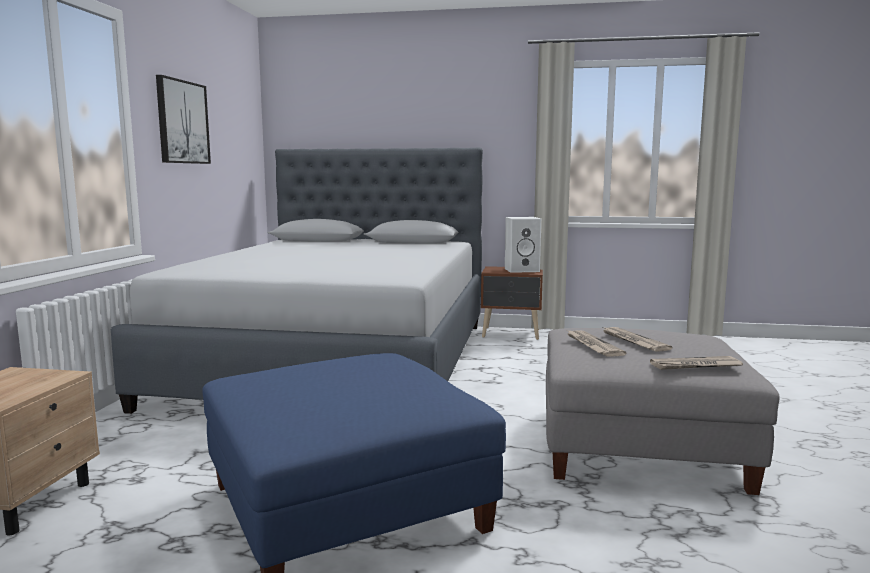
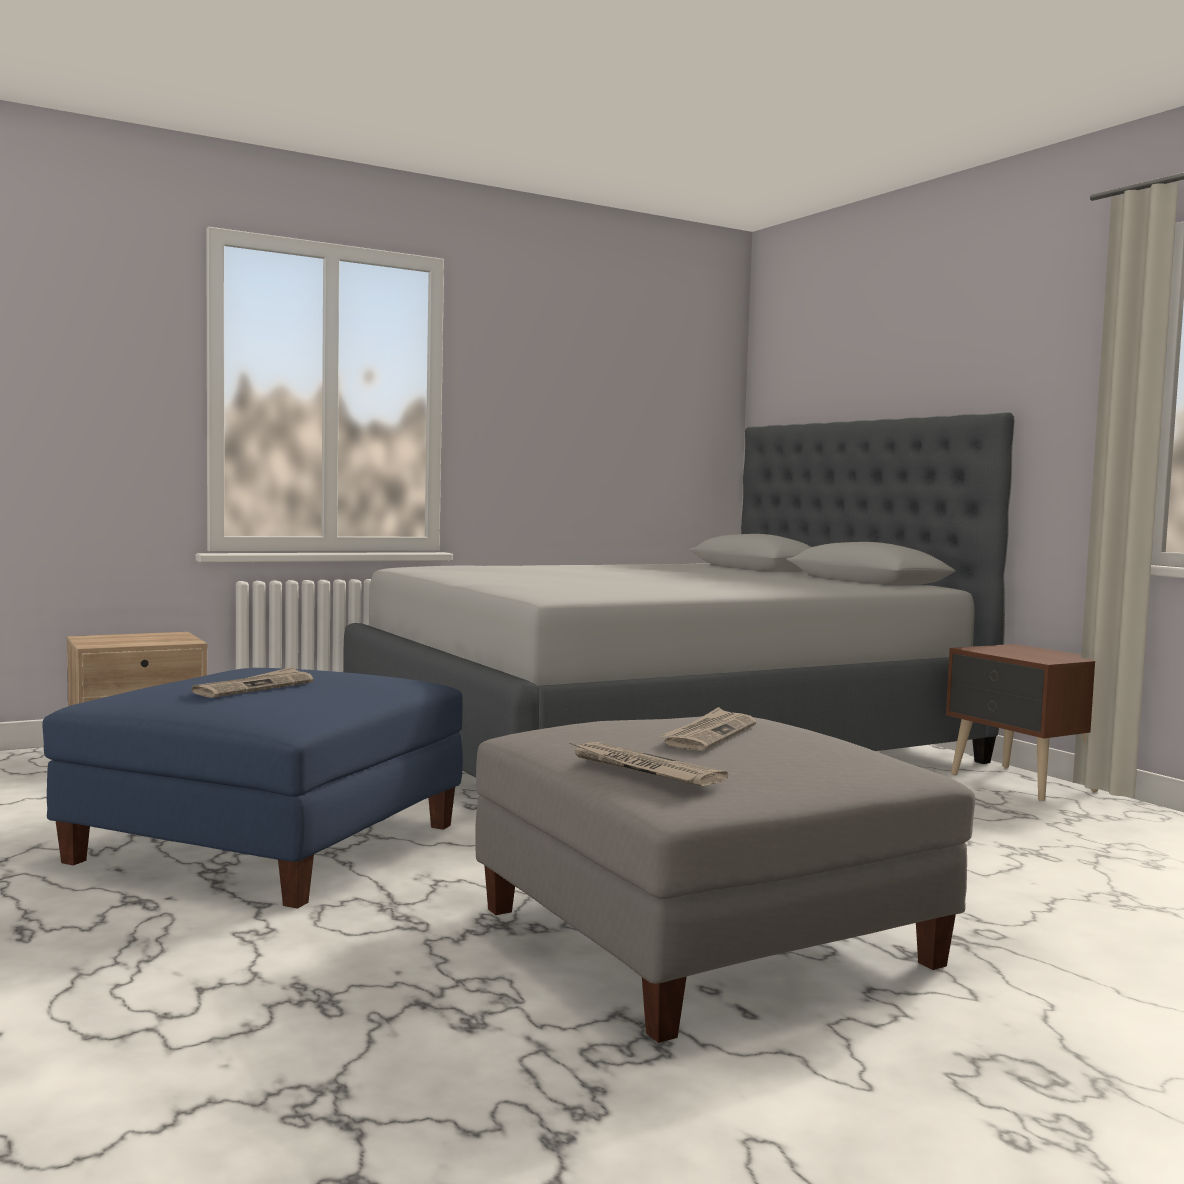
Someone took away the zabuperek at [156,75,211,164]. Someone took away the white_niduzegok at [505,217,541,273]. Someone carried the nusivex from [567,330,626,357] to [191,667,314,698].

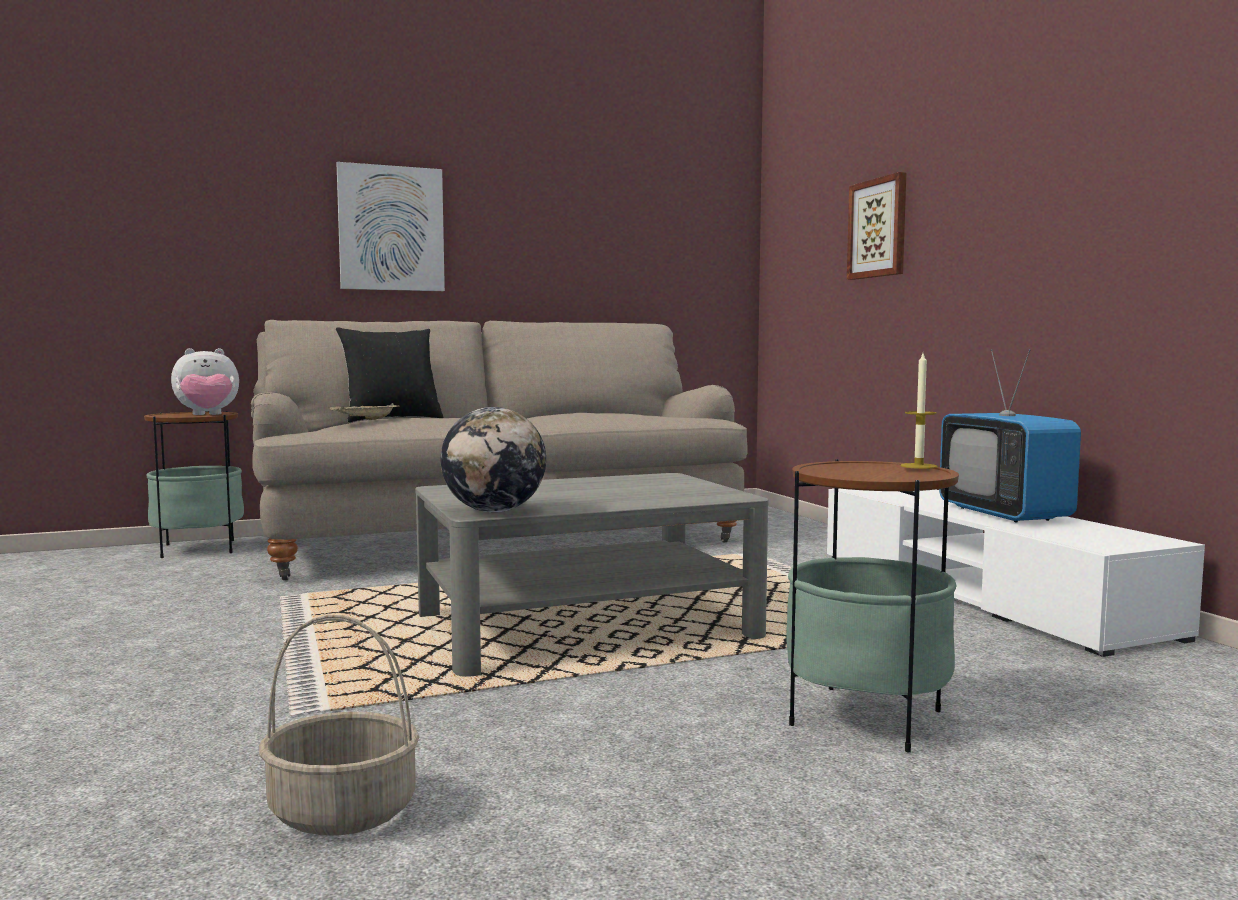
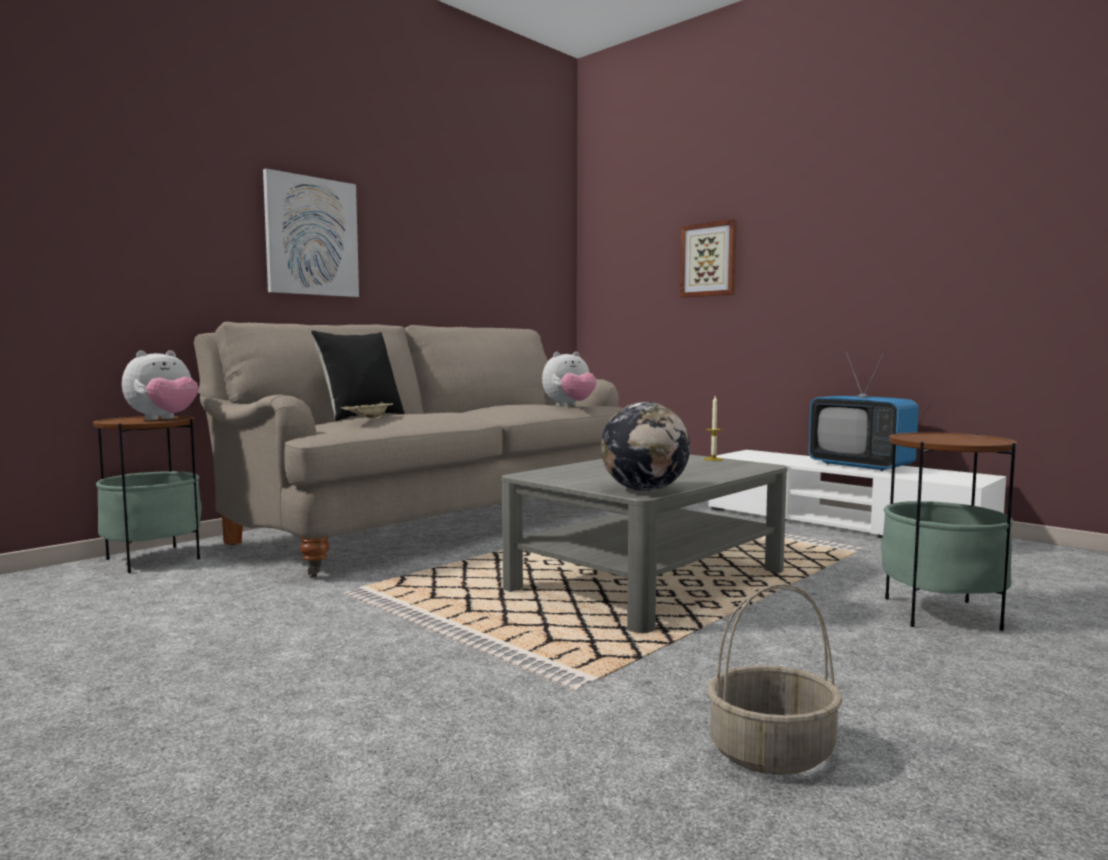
Someone carried the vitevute from [901,353,938,469] to [704,396,724,461]. Someone put down the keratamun at [542,352,597,406].

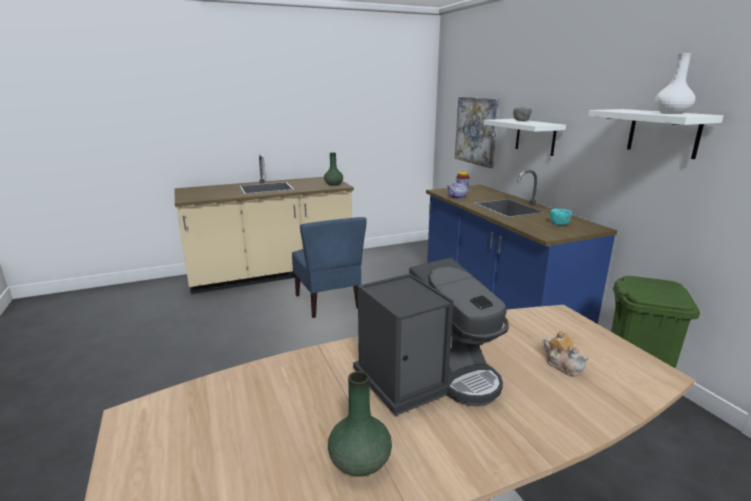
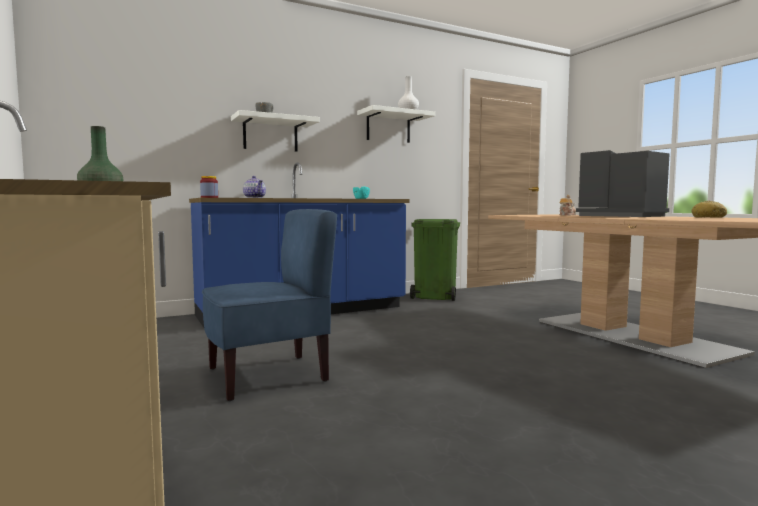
Someone took away the zabuperek at [455,97,499,168]. Someone swapped the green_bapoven at [328,371,392,477] for the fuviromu at [691,201,727,218].

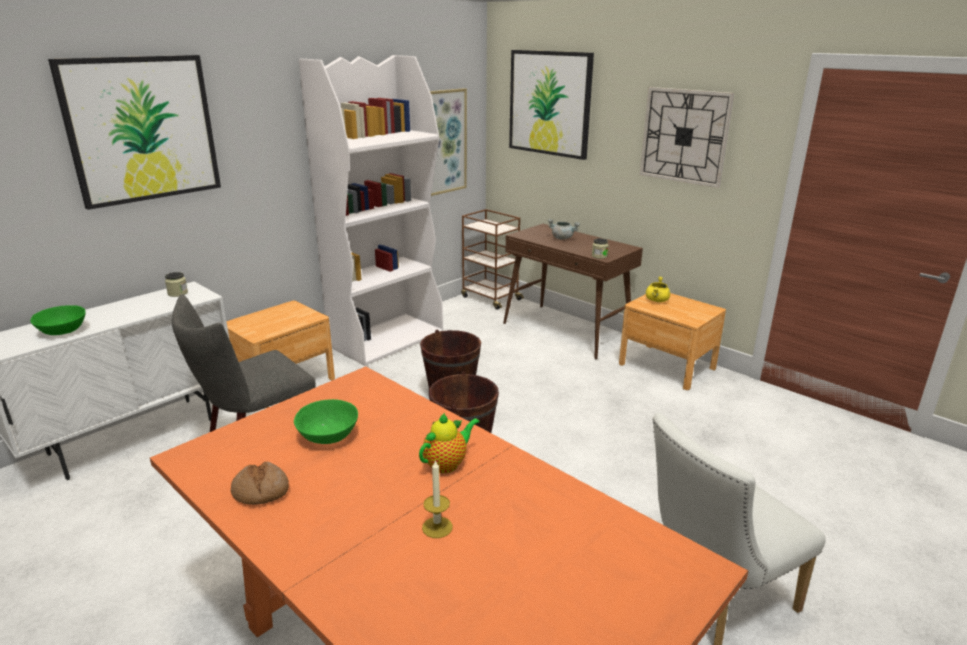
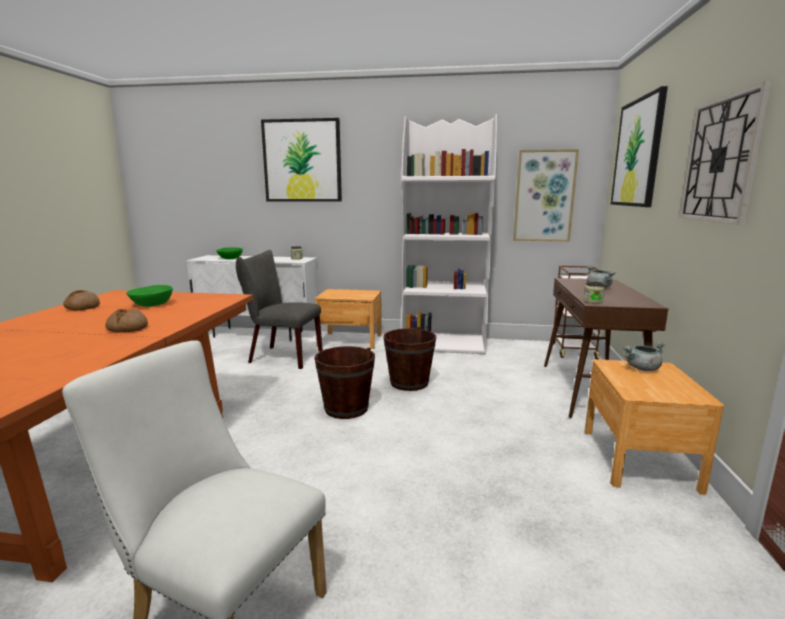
Someone repainted the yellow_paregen at [646,276,670,302], which became the grey_paregen at [623,342,665,371]. Someone swapped the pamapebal at [419,413,480,473] for the fuviromu at [105,309,148,332]. Someone took away the vitevute at [422,459,453,538].

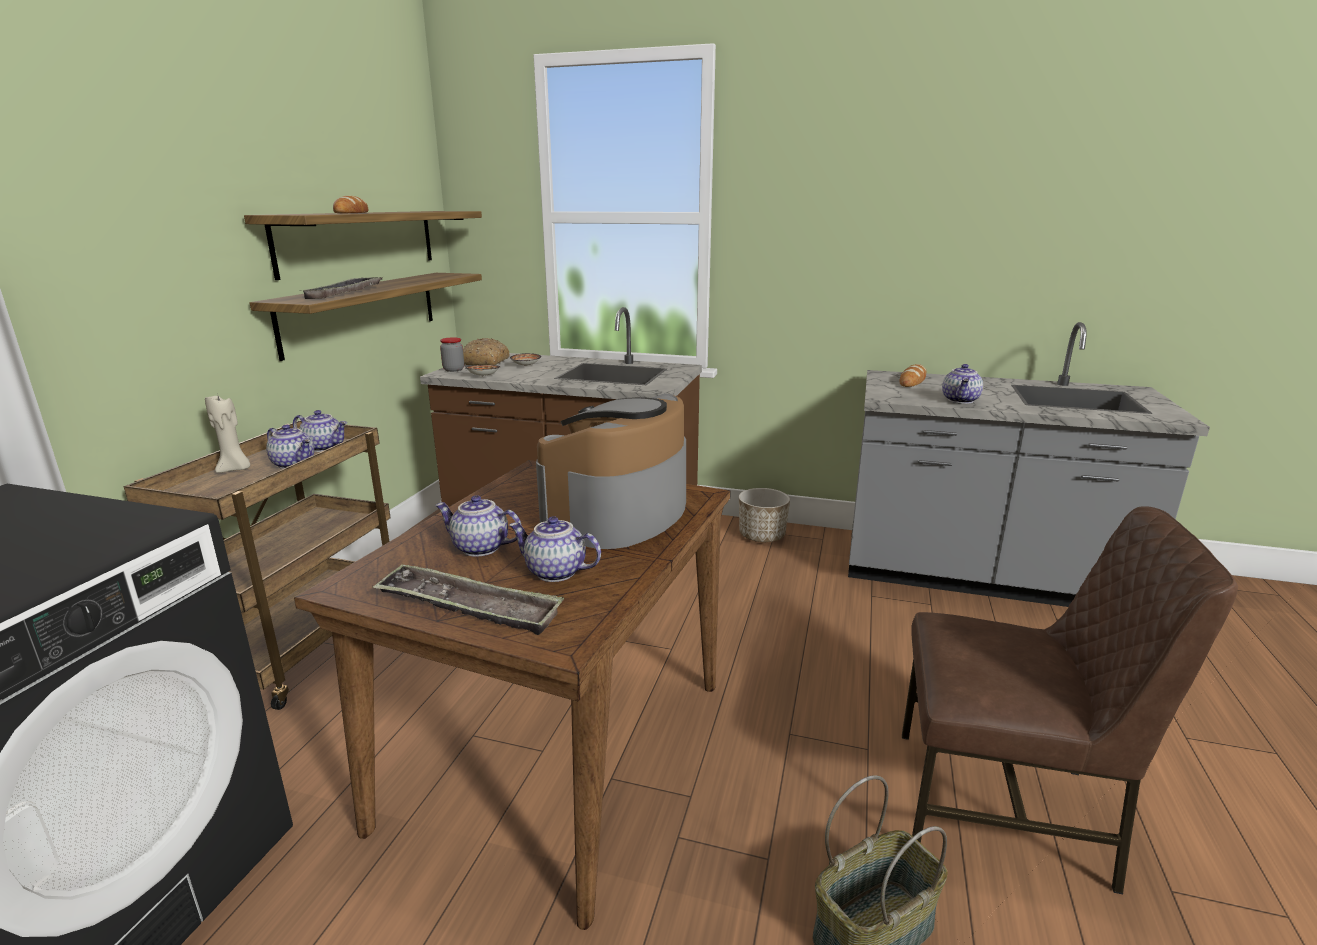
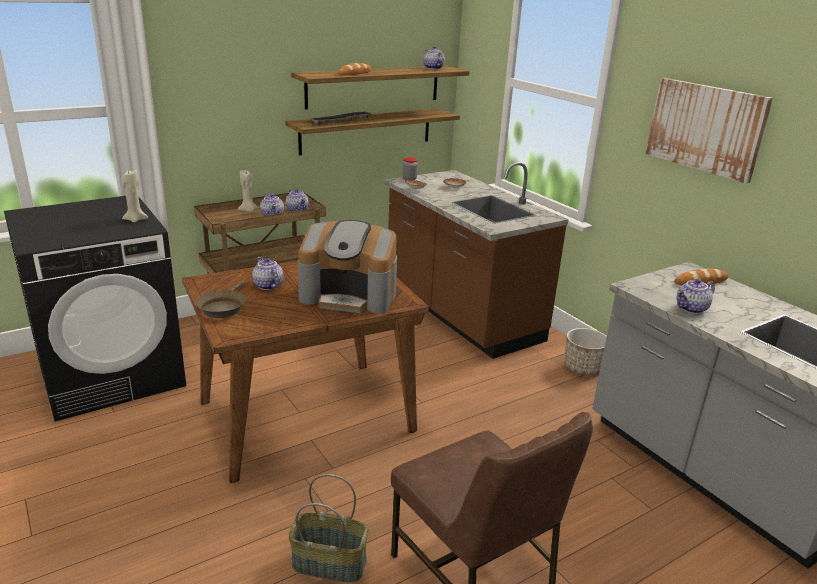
Someone took away the fuviromu at [463,338,510,365]. Someone rotated the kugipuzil at [536,393,686,549] by 150 degrees counterclockwise. Someone carried the pamapebal from [509,516,601,582] to [423,46,445,69]. Someone swapped the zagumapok at [372,563,564,635] for the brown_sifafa at [196,280,246,318]. Someone put up the zabuperek at [646,78,773,184]. Someone put down the beige_vitevute at [121,170,148,223].

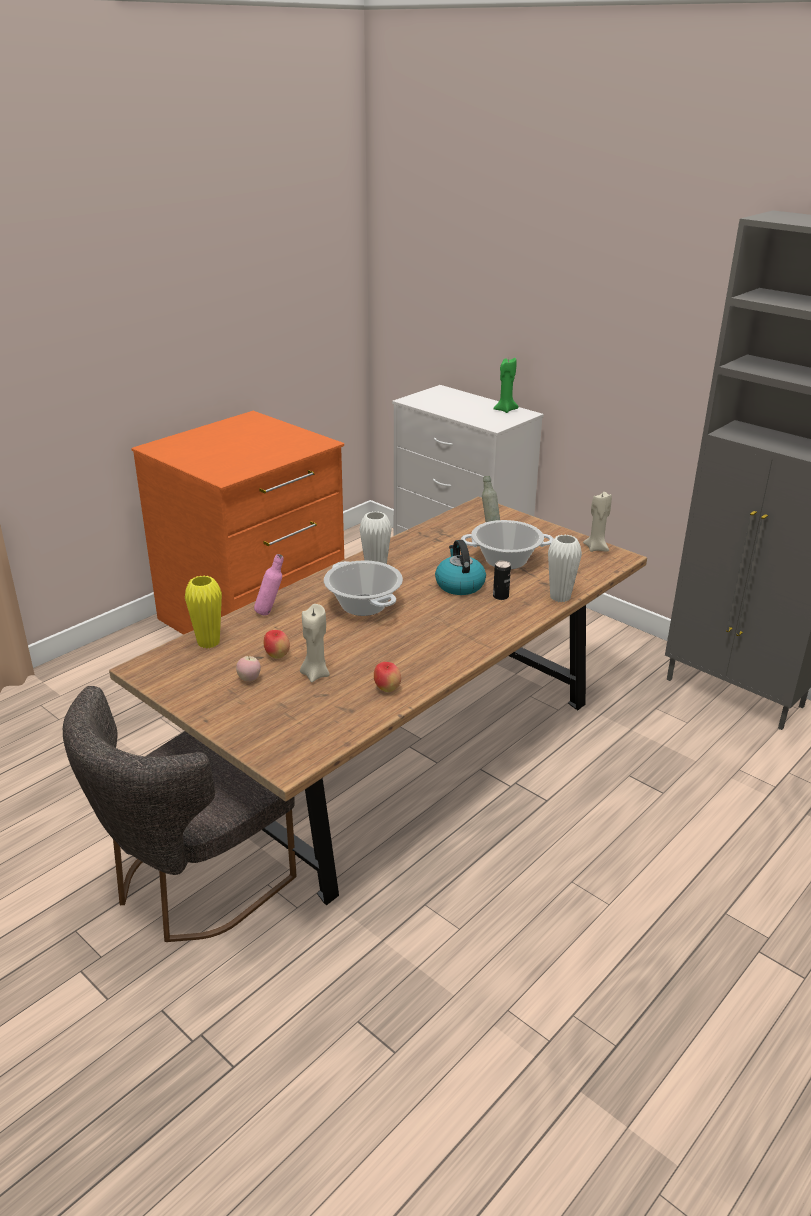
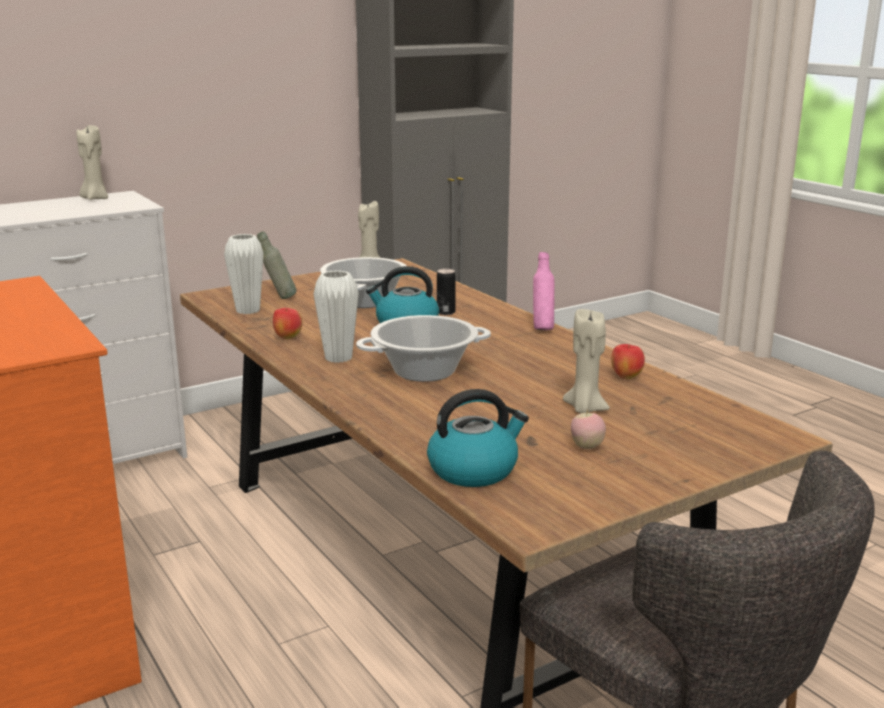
Someone repainted the green_vitevute at [493,358,519,413], which became the beige_vitevute at [76,125,108,200]. Someone carried the white_bapoven from [548,534,582,602] to [224,234,264,314]. Someone carried the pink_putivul from [254,554,284,615] to [533,252,555,330]. Someone swapped the yellow_bapoven at [185,575,222,649] for the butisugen at [427,389,529,487]. Someone carried the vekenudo from [264,630,290,659] to [273,308,303,340].

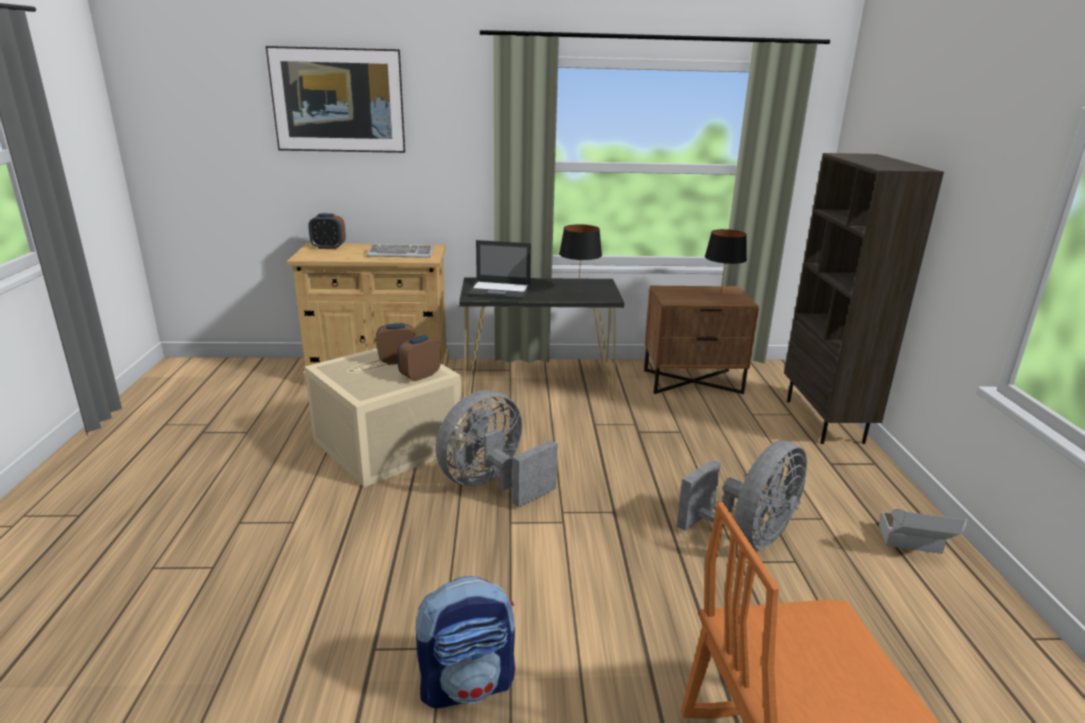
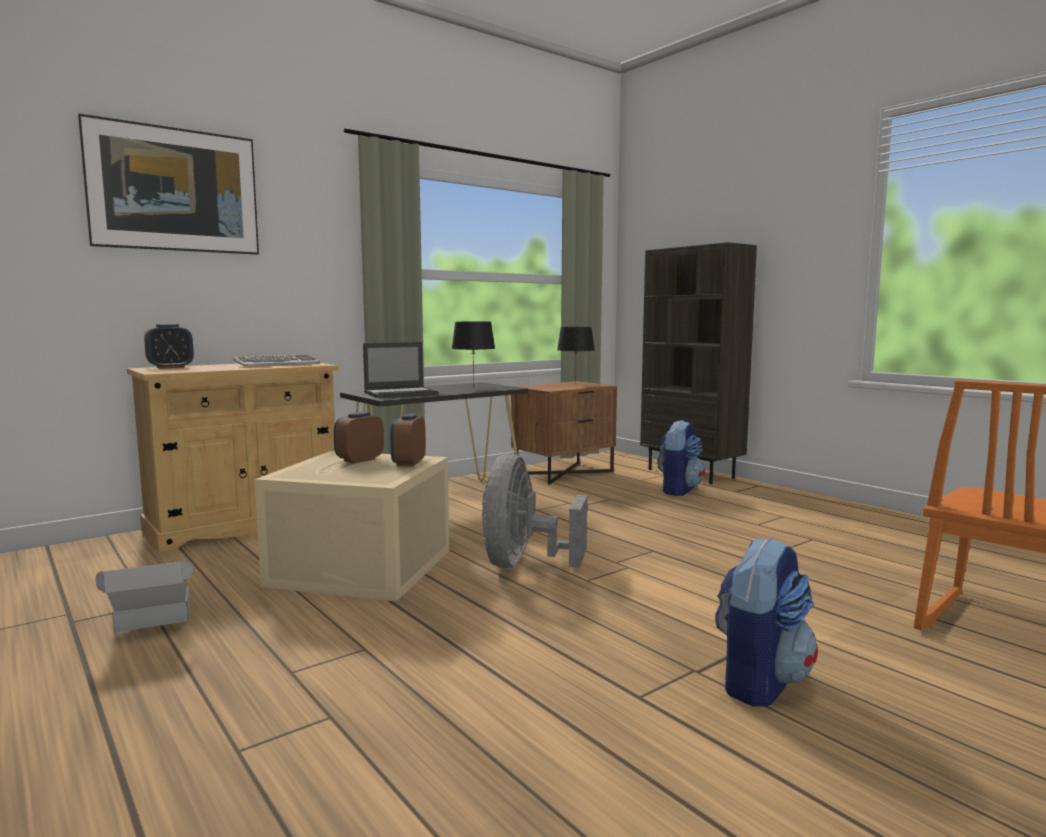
Someone took away the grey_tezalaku at [677,441,807,549]. Someone carried the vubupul from [879,509,967,554] to [95,561,193,633]. Someone put down the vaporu at [657,420,705,496].

